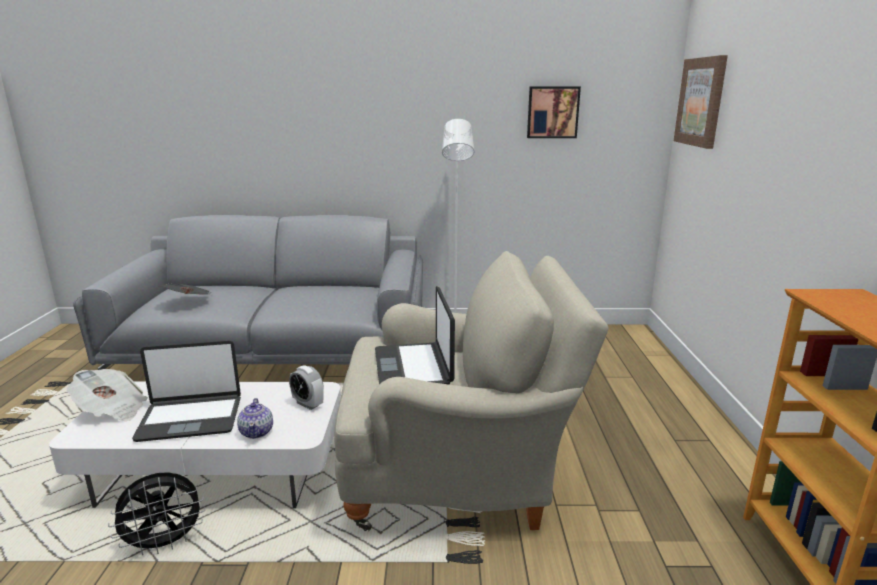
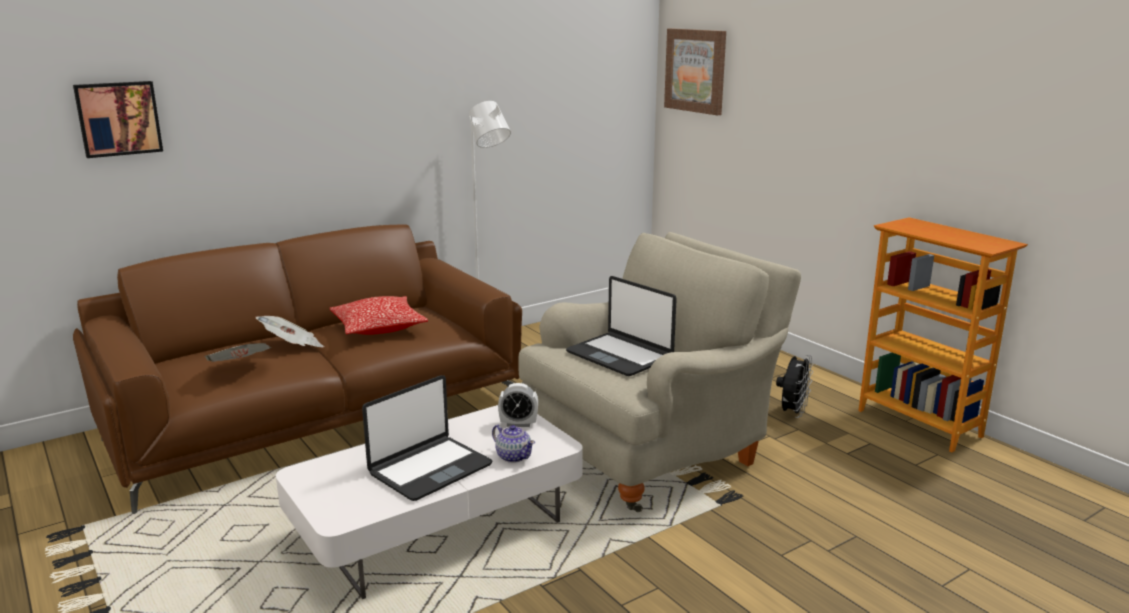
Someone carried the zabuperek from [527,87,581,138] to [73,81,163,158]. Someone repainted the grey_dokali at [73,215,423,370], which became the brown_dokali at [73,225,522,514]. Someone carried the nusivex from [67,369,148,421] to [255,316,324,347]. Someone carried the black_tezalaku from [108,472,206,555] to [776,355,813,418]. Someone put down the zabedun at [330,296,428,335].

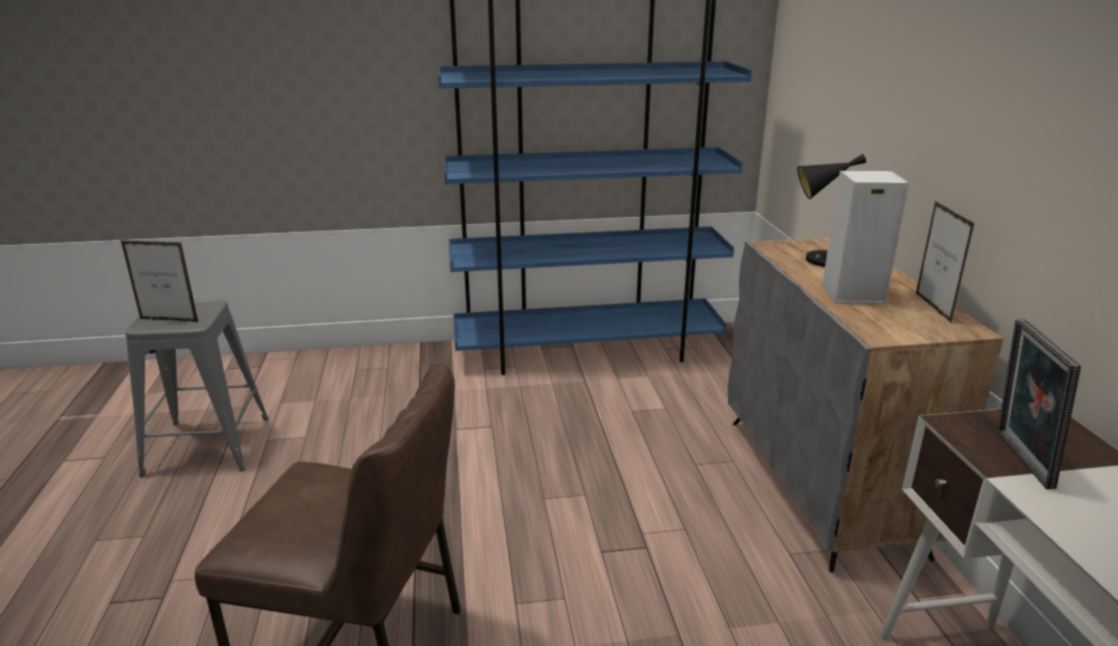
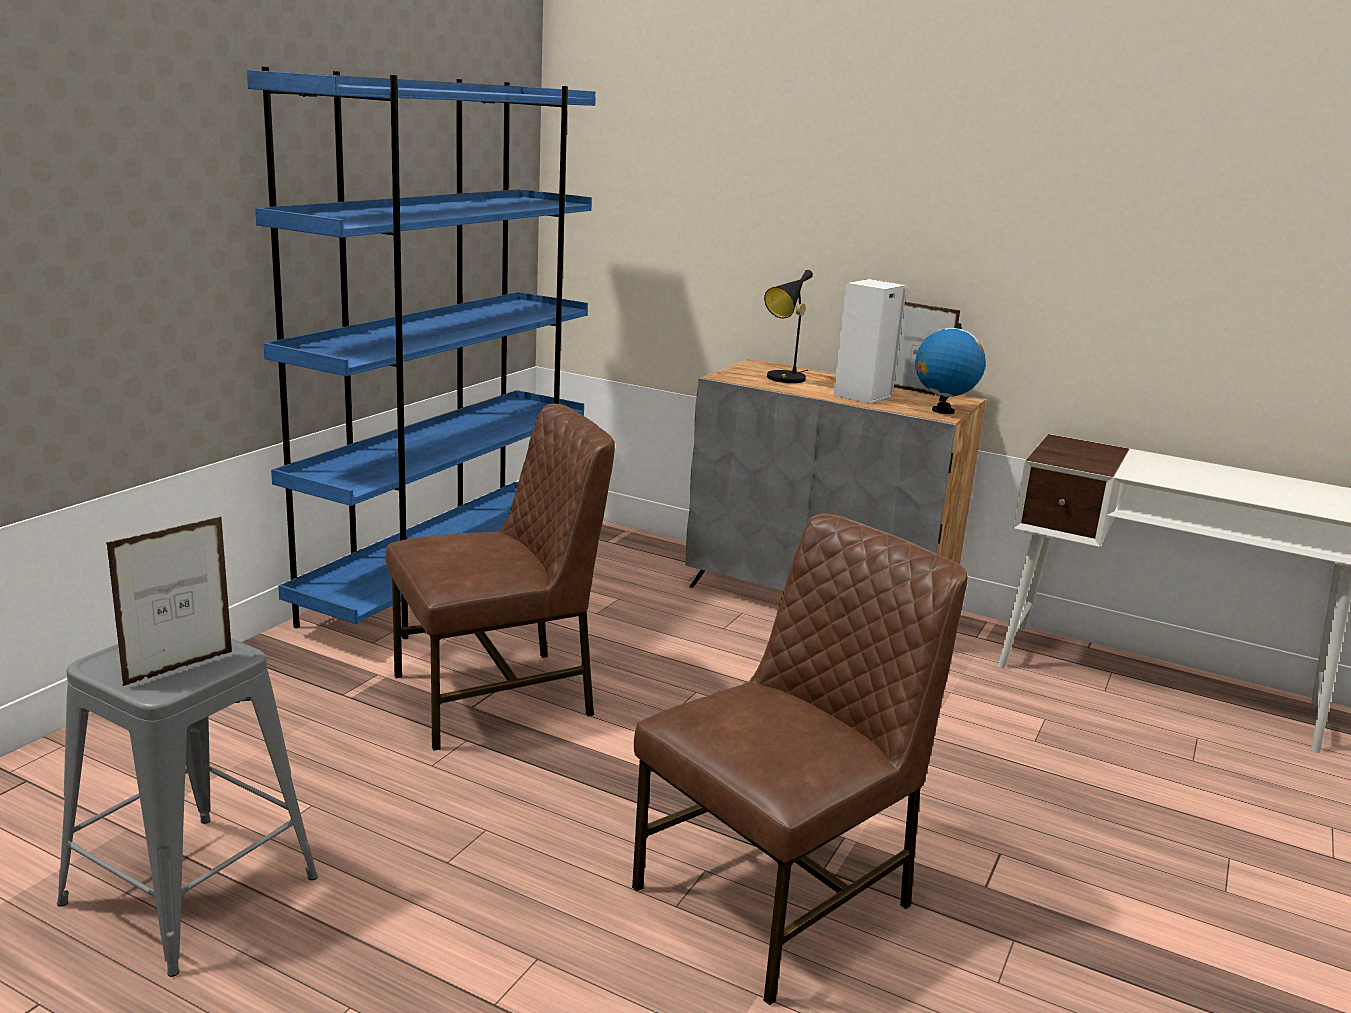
Someone took away the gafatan at [998,319,1081,490]. Someone put down the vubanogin at [915,323,986,414]. Someone put down the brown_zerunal at [385,404,615,751].

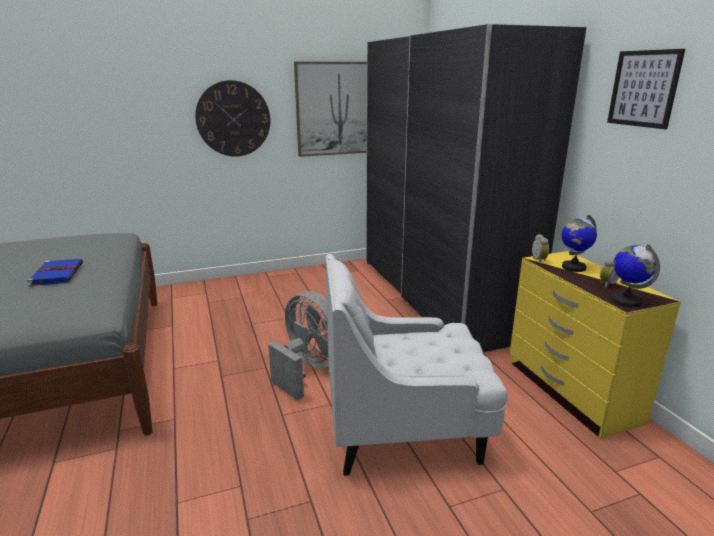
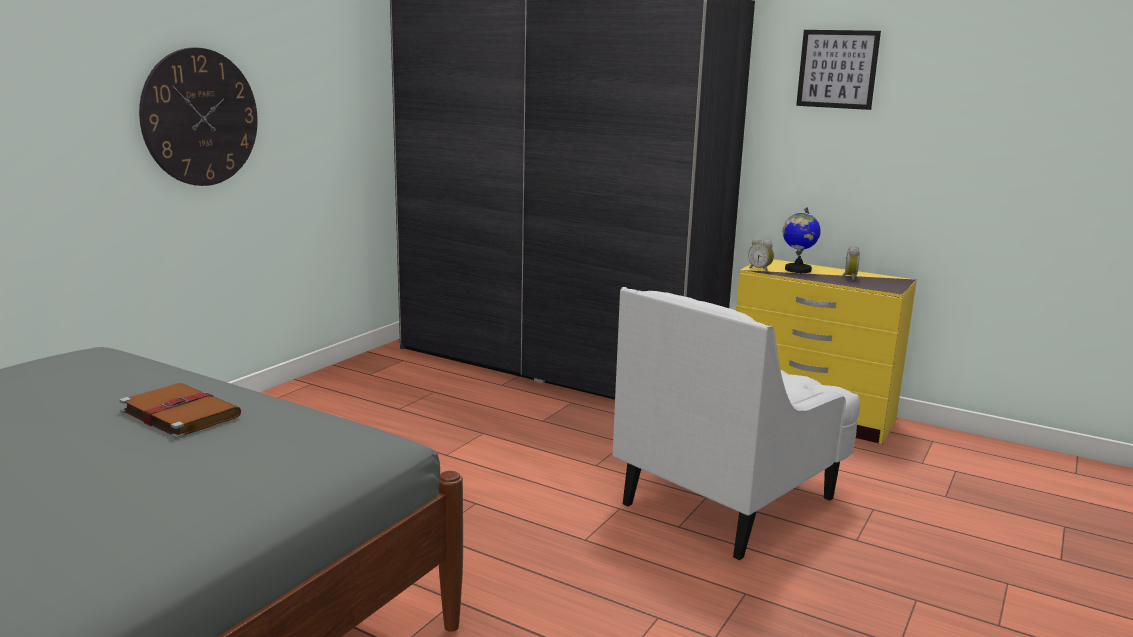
Someone took away the zabuperek at [294,62,367,157]. Someone took away the vubanogin at [612,244,660,308]. Someone repainted the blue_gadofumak at [27,259,83,287], which became the brown_gadofumak at [120,383,241,439]. Someone took away the grey_tezalaku at [268,291,329,400].

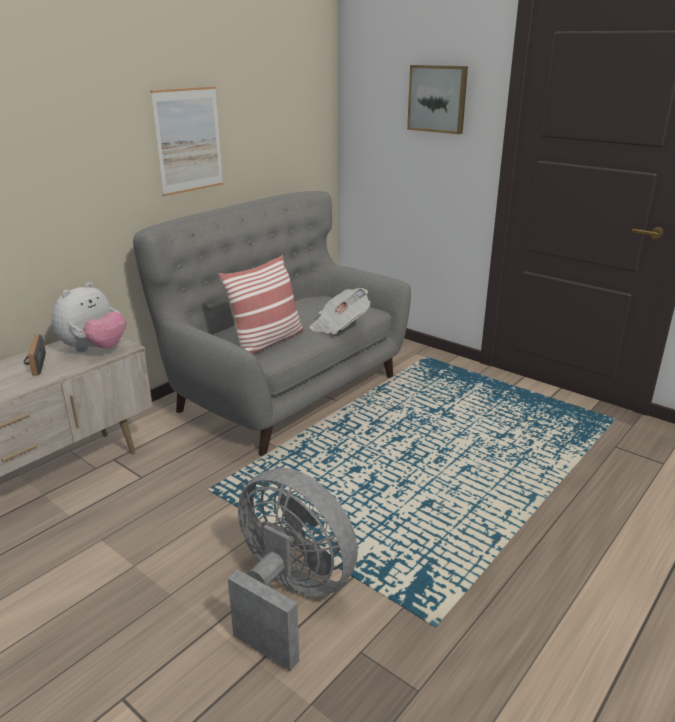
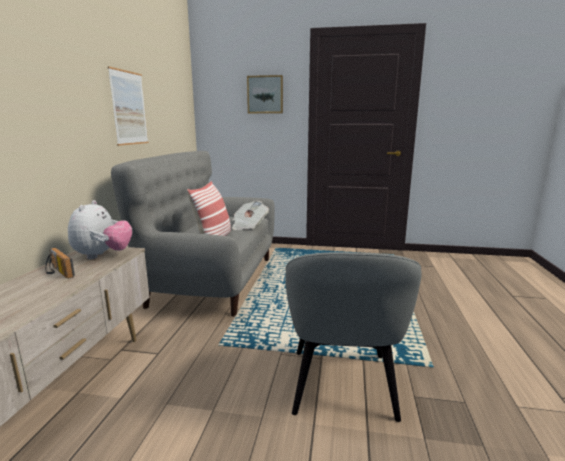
Someone swapped the grey_tezalaku at [228,468,358,671] for the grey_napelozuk at [285,252,422,422].

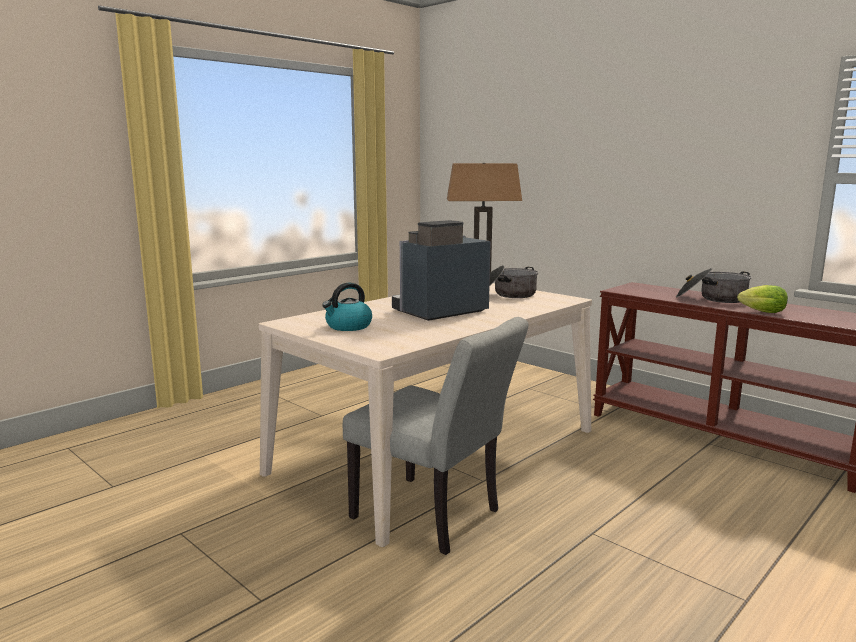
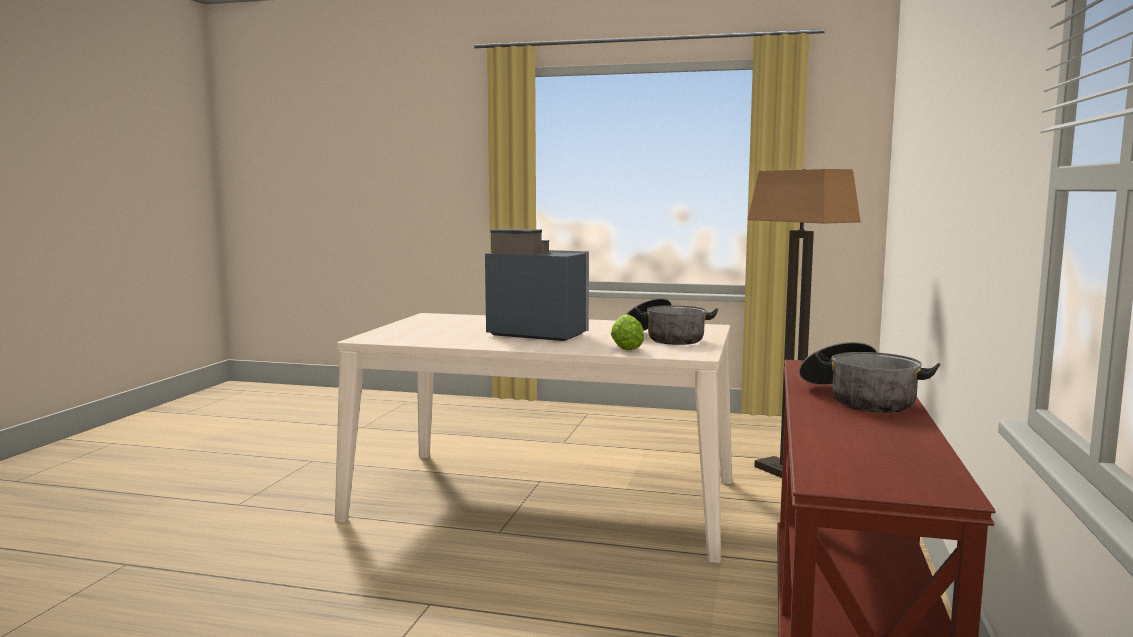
Someone took away the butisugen at [322,282,372,331]. Someone carried the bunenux from [737,285,788,313] to [611,314,644,351]. Someone took away the grey_zerunal at [343,317,529,555].

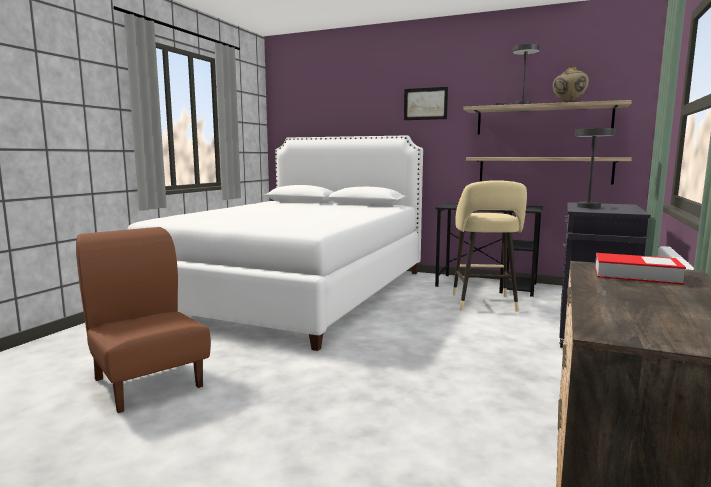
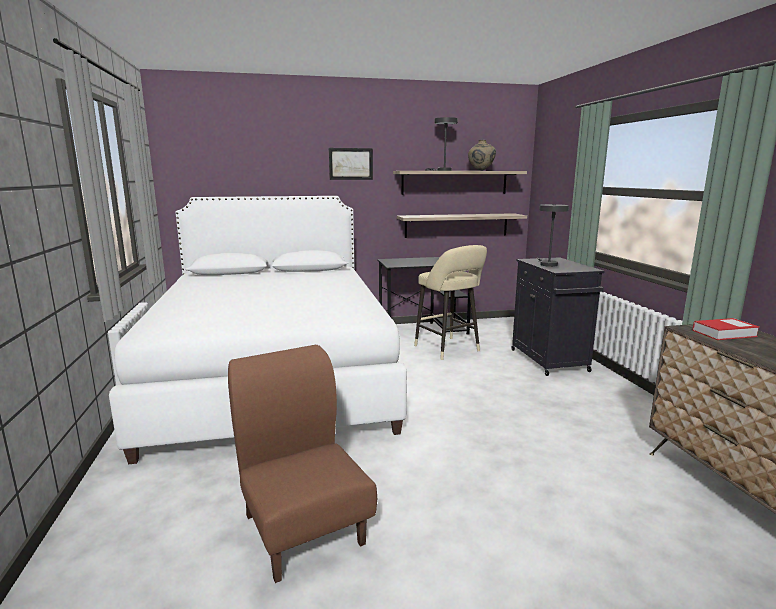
Someone rotated the brown_zerunal at [76,227,211,413] by 45 degrees clockwise.

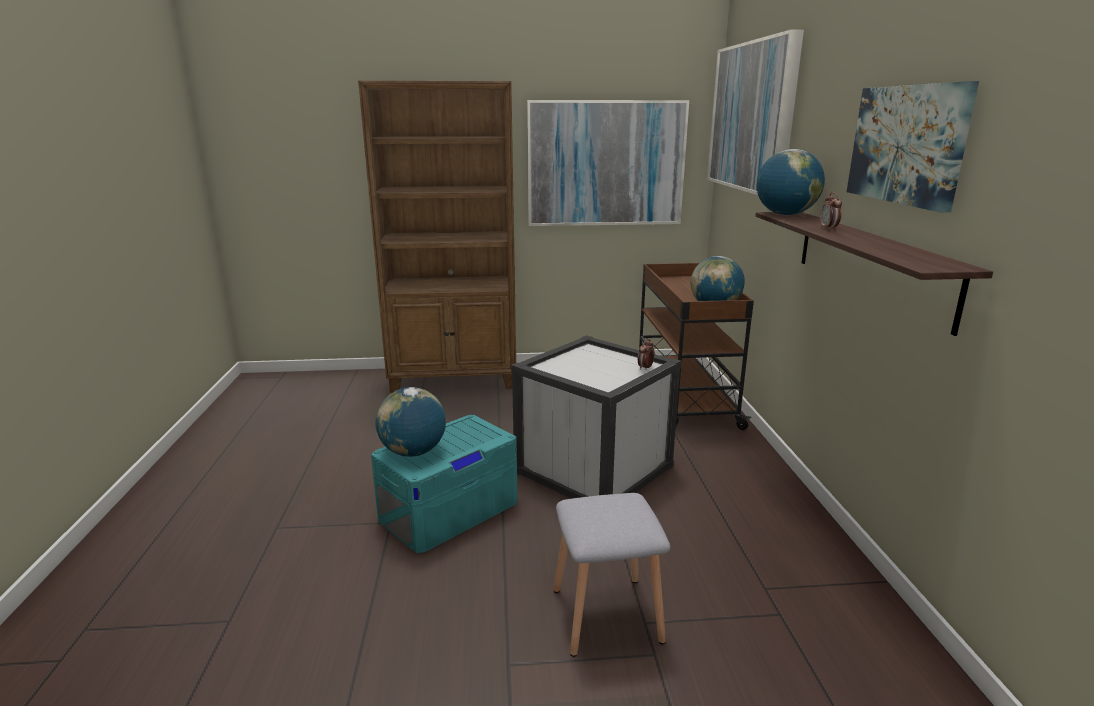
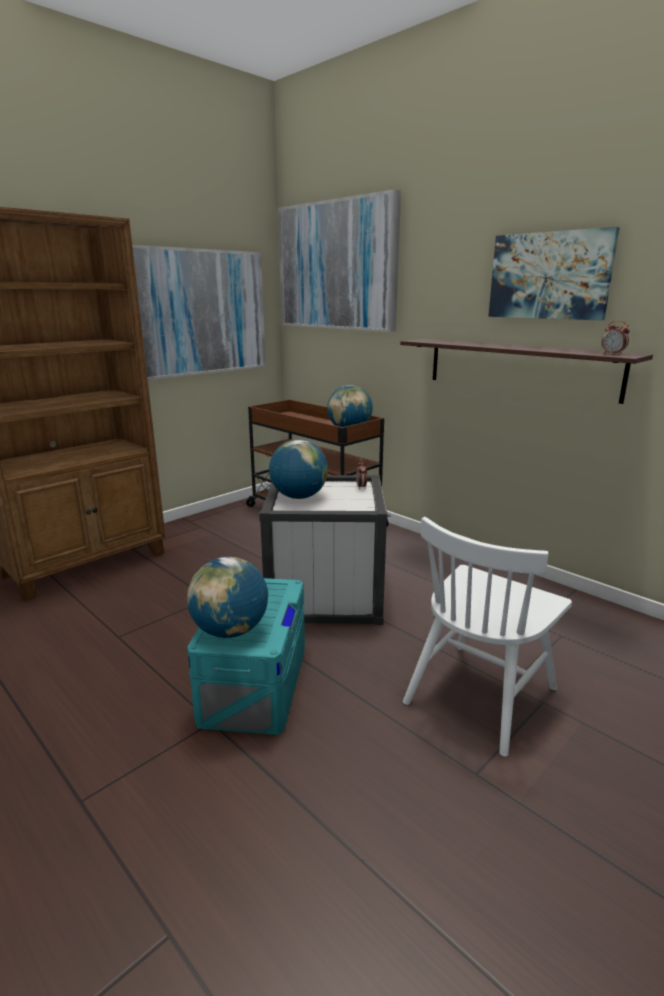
Someone carried the vubanogin from [757,149,825,215] to [269,440,328,499]. Someone carried the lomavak from [820,192,842,230] to [602,320,630,355]. Someone swapped the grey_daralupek at [553,493,670,657] for the white_zerunal at [403,517,572,757].

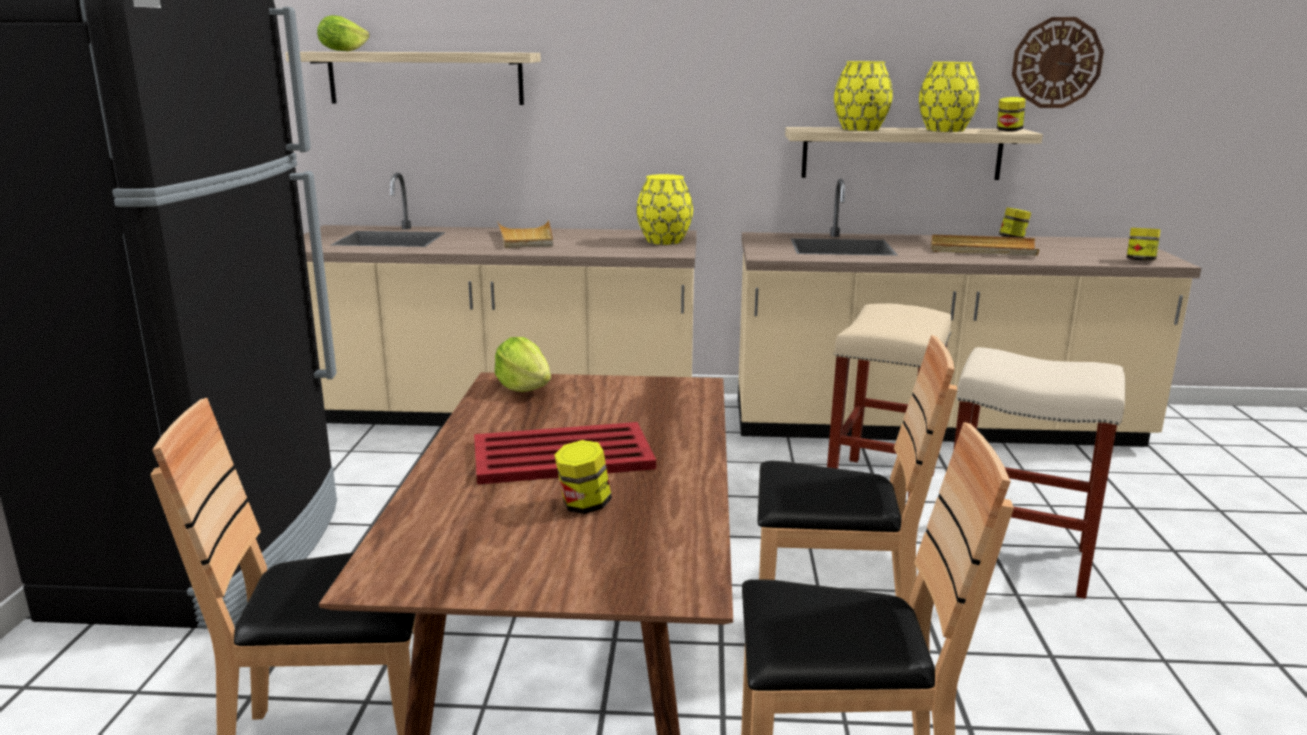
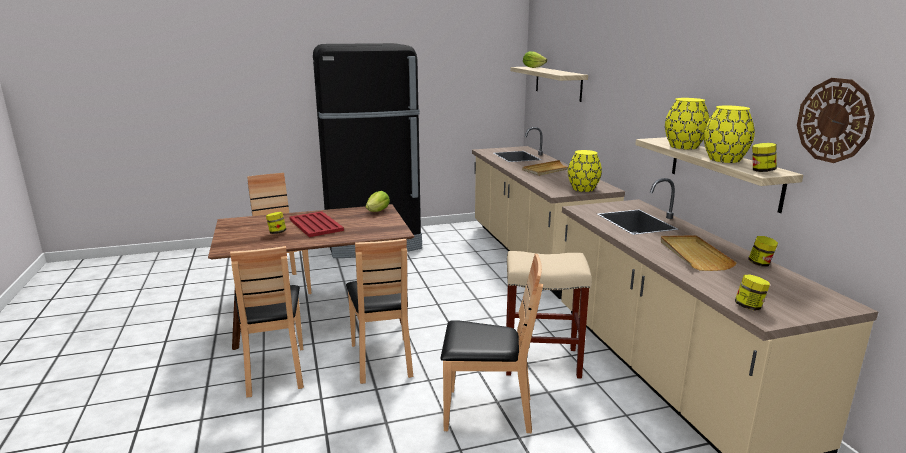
Someone swapped the beige_daralupek at [953,347,1125,599] for the brown_zerunal at [441,254,543,433].

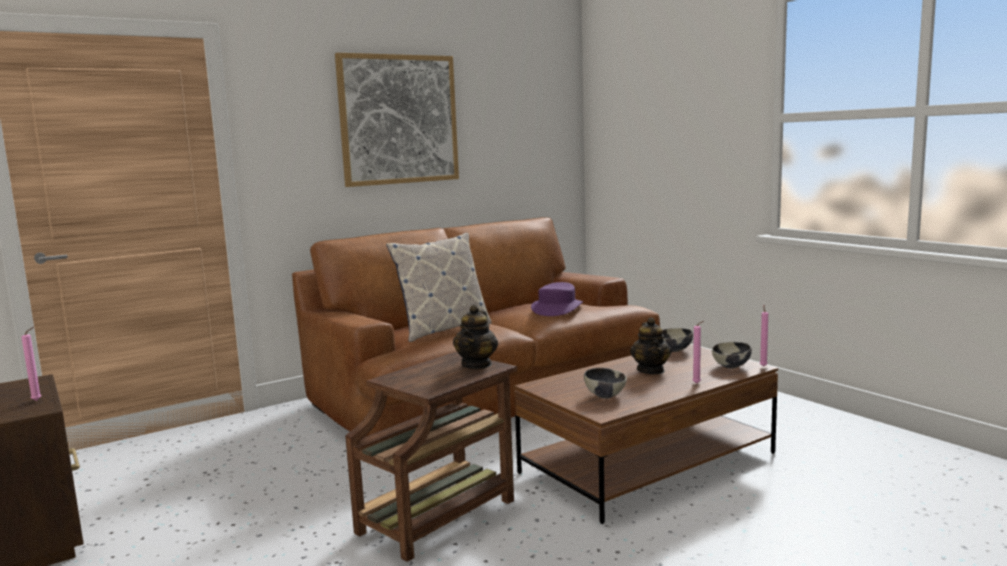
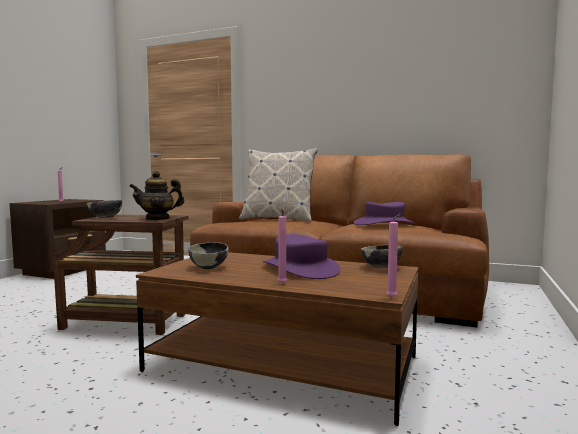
Someone took away the zabuperek at [335,53,459,187]. Someone swapped the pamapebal at [630,317,672,374] for the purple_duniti at [263,234,341,279]. Someone carried the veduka from [712,342,752,369] to [87,200,122,218].

